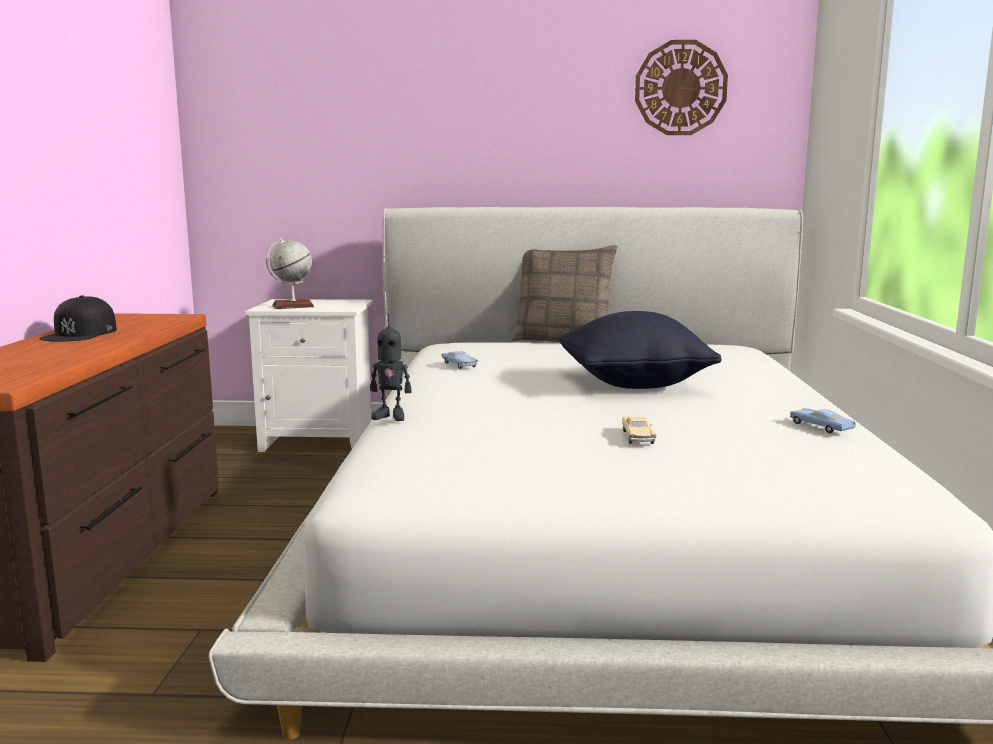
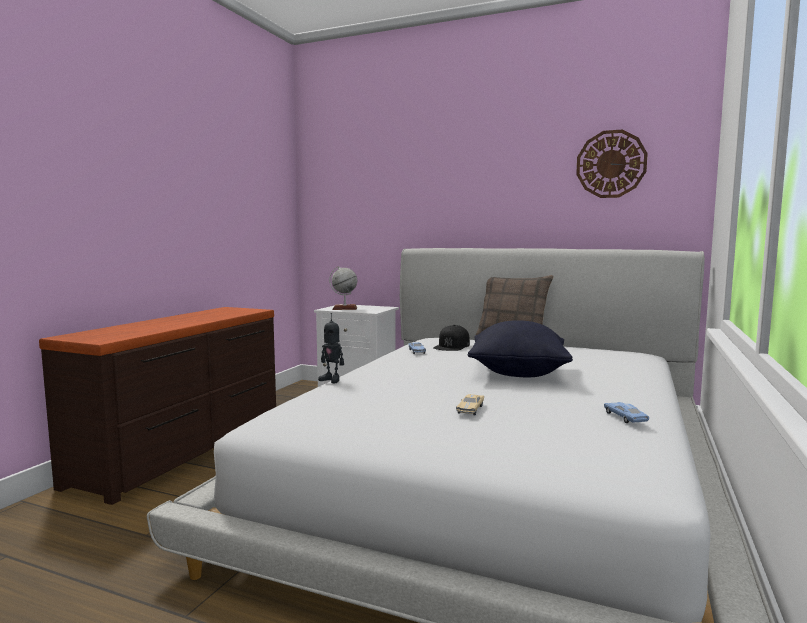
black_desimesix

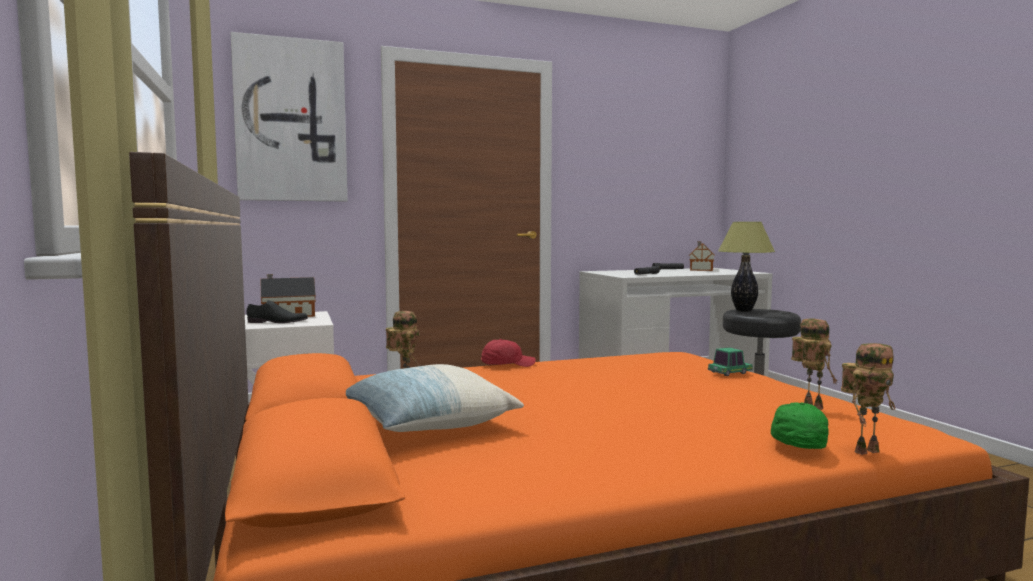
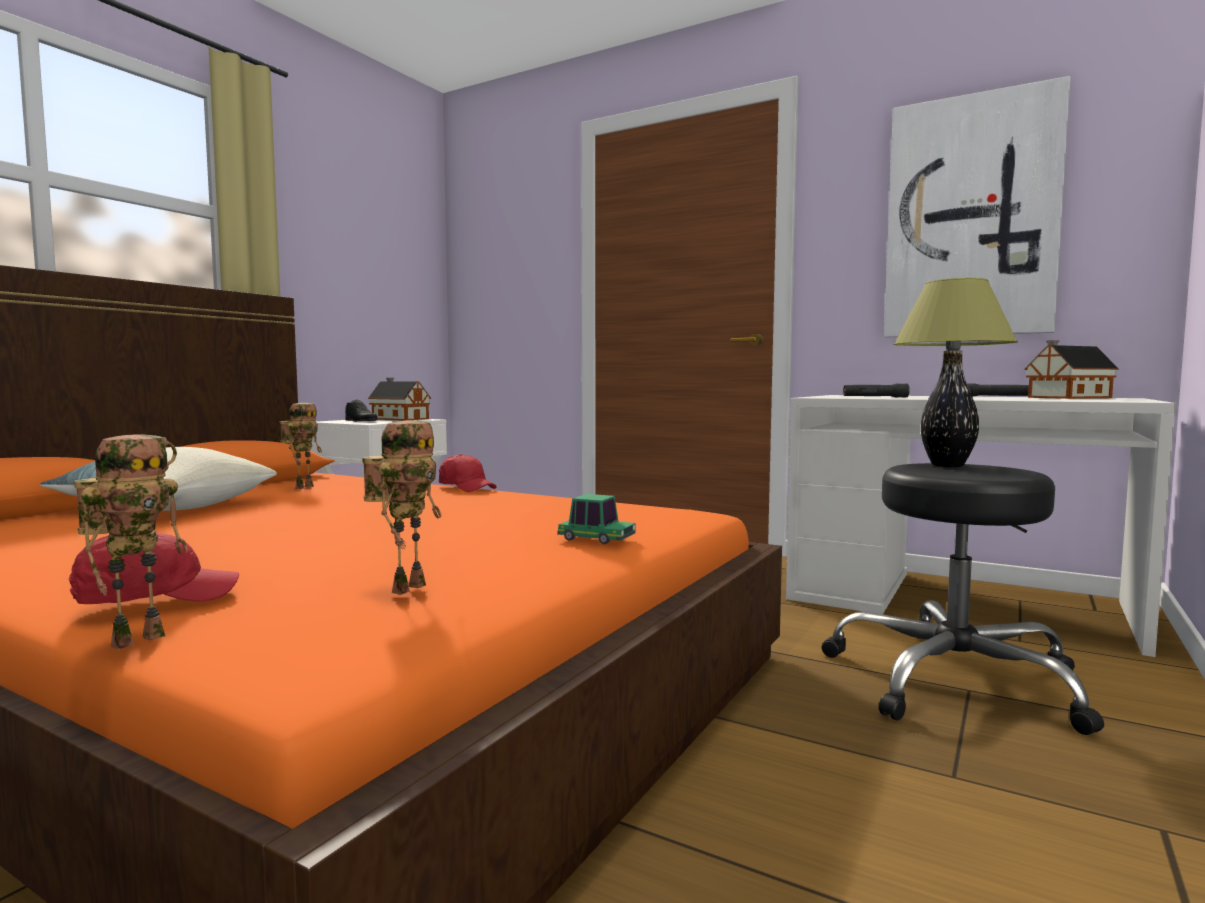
red_desimesix (no. 1 from left)
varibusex (no. 1 from left)
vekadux

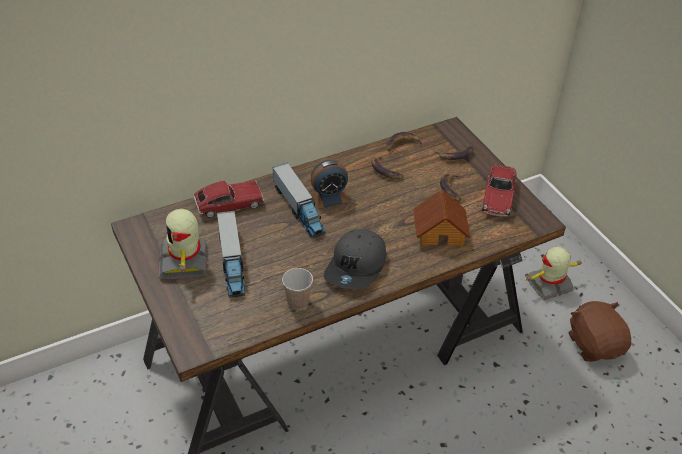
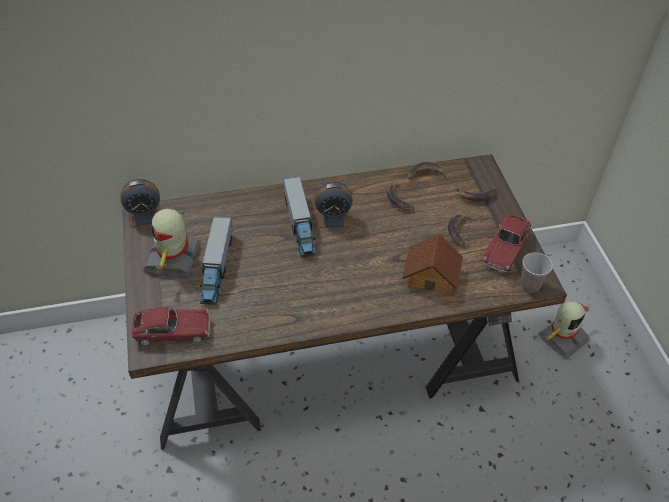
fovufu (no. 1 from left)
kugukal (no. 1 from left)
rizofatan
varibusex (no. 2 from left)
grey_desimesix
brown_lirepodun

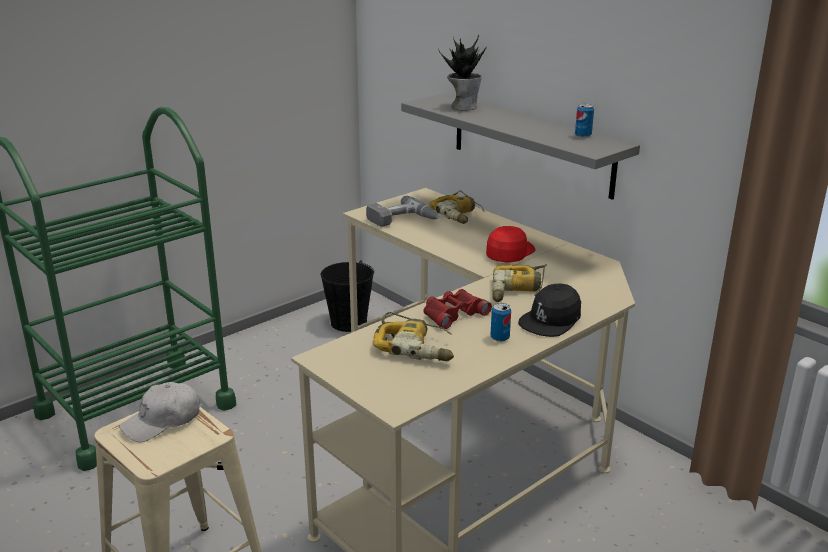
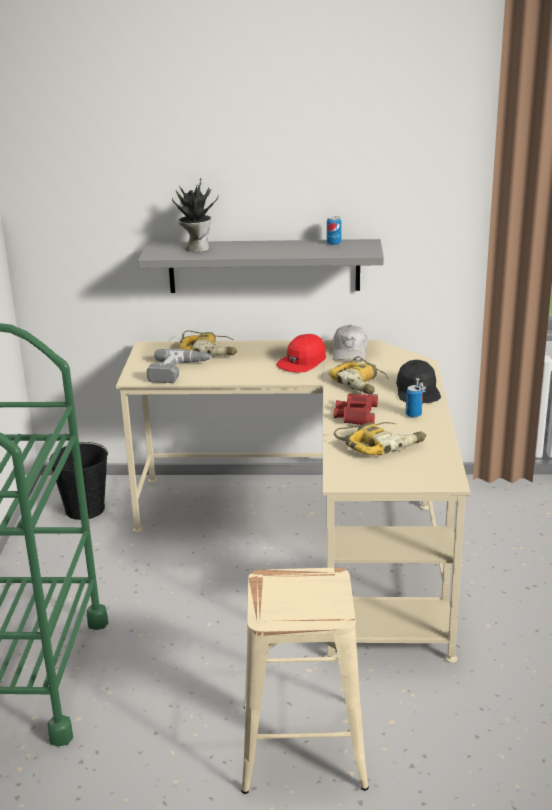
red_desimesix
white_desimesix

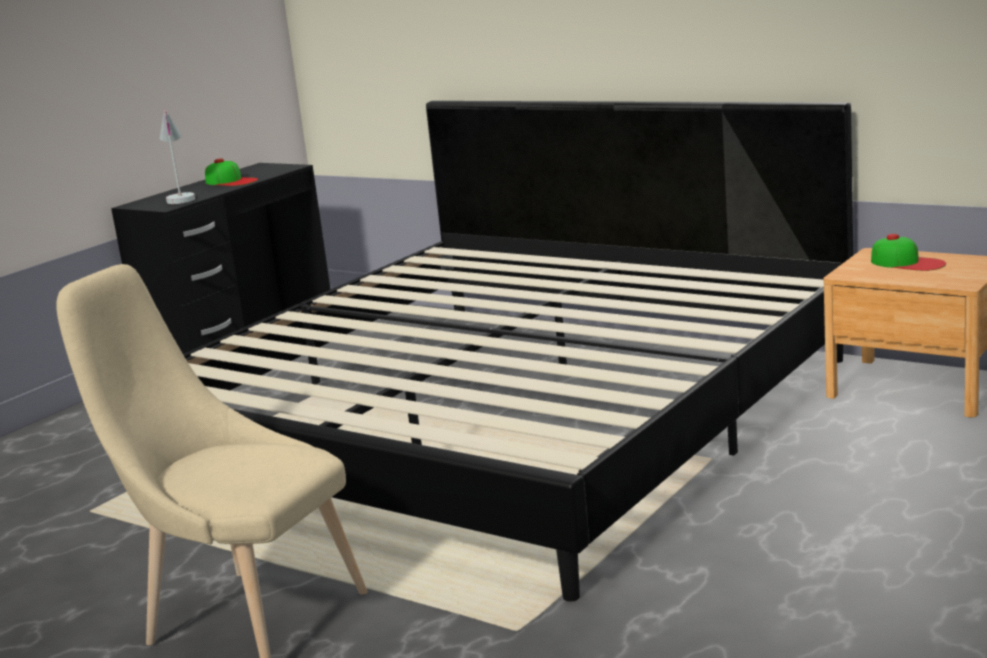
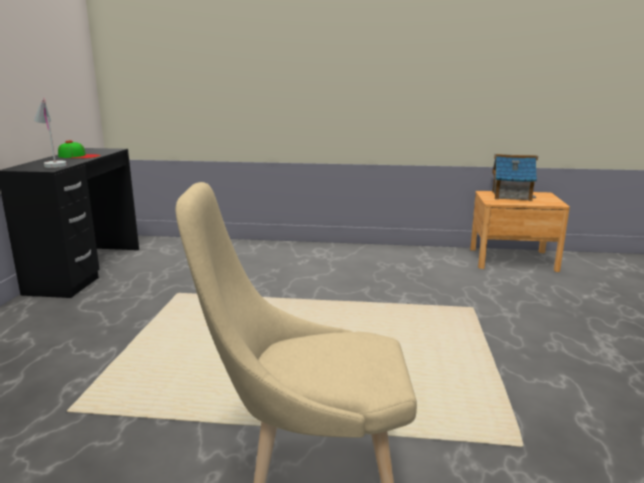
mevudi
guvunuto

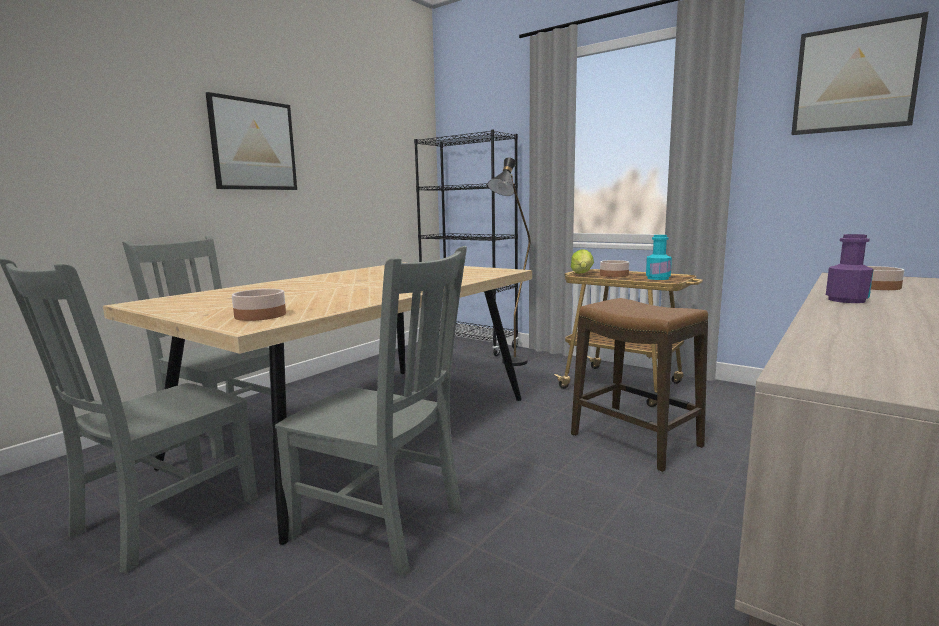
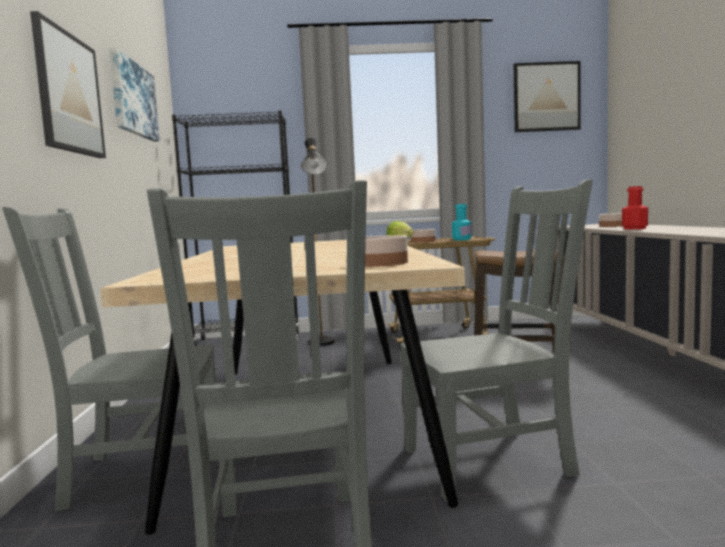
vekadux (no. 2 from left)
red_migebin

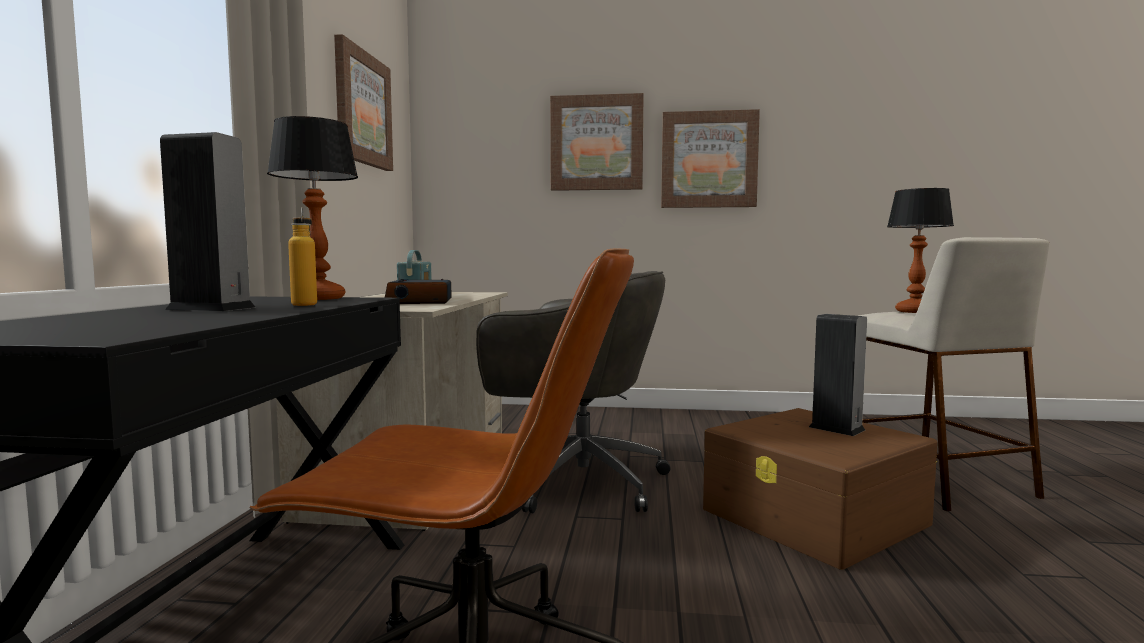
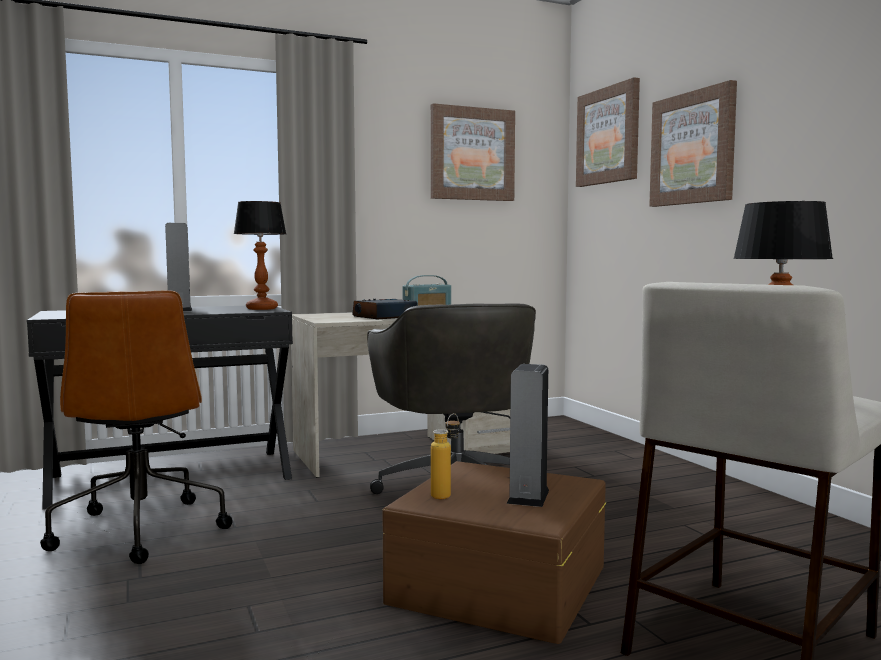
migebin
vekadux (no. 2 from left)

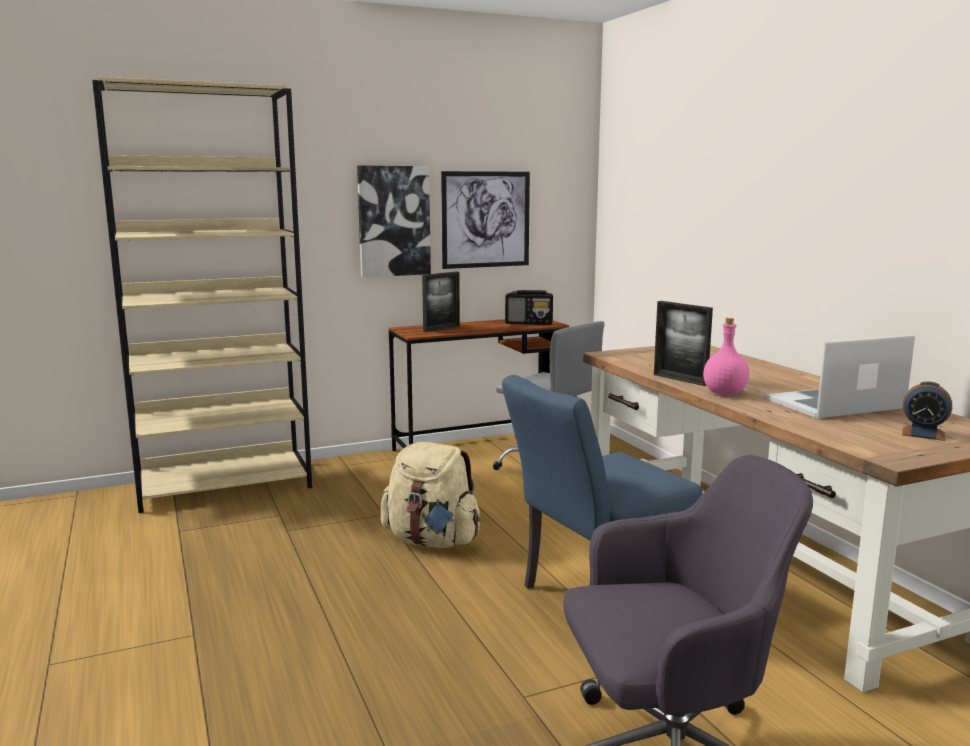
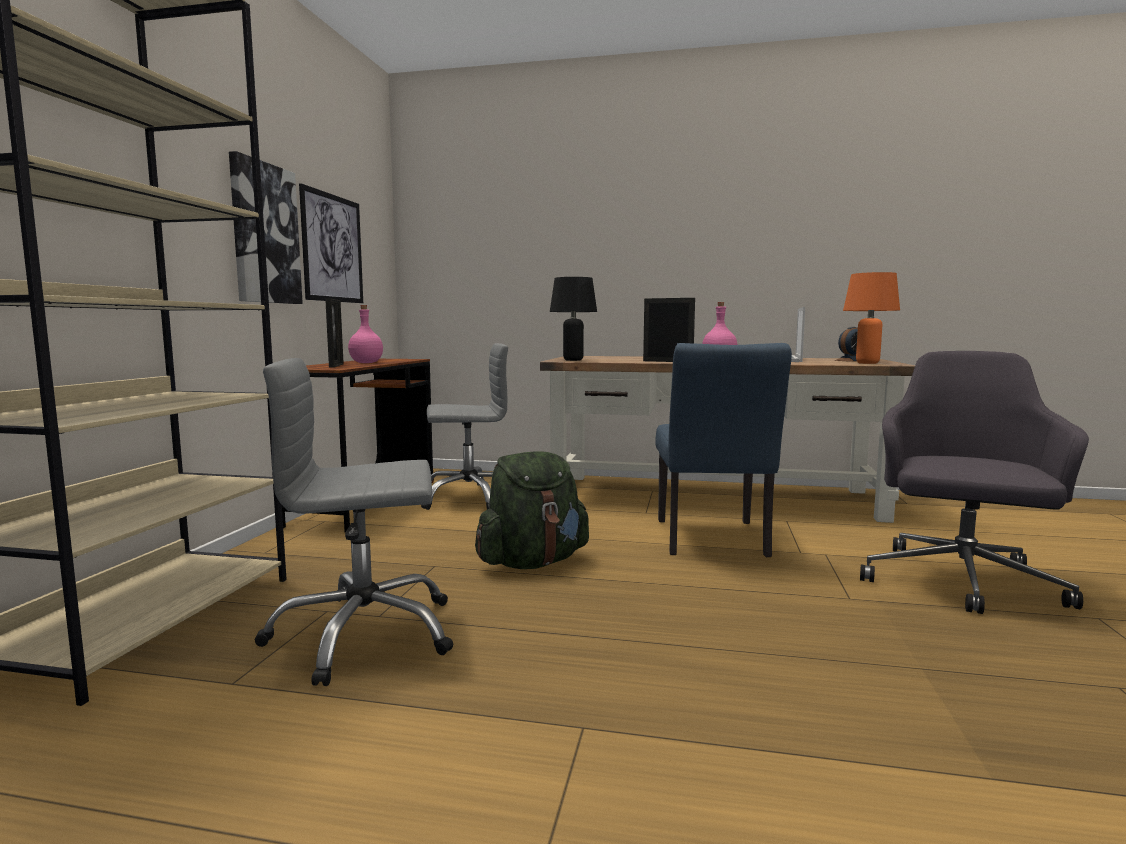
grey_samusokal (no. 1 from left)
pink_migebin (no. 1 from left)
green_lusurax
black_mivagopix
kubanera (no. 2 from left)
orange_mivagopix
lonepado

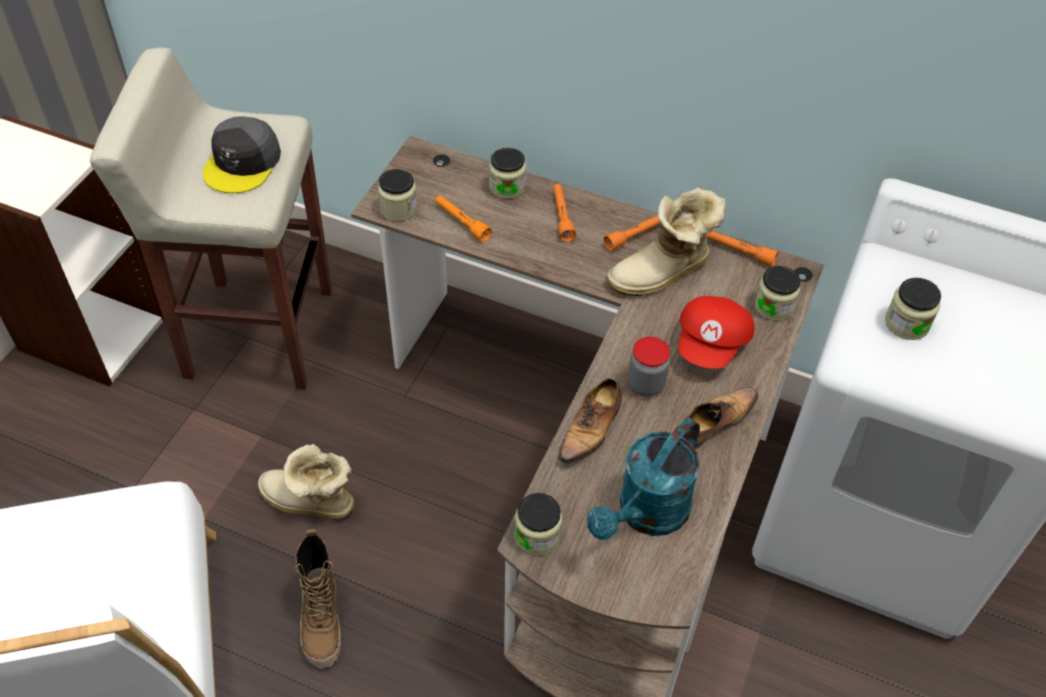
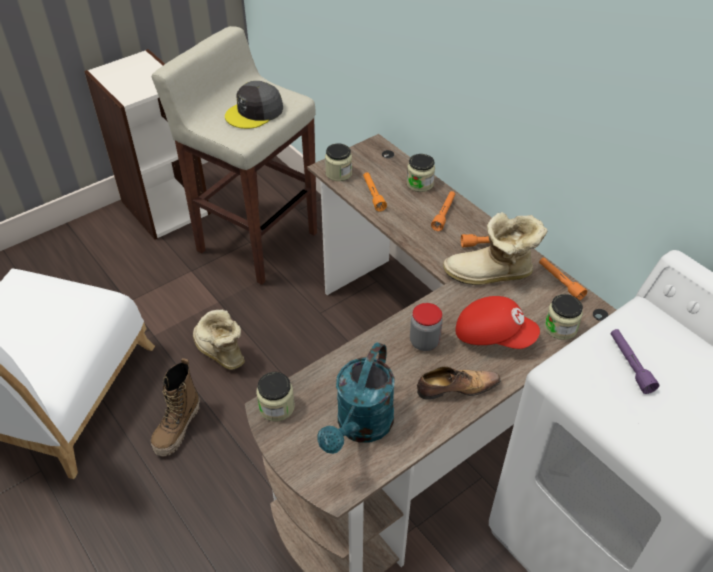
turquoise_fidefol
red_desimesix
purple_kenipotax
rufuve (no. 1 from left in the first image)

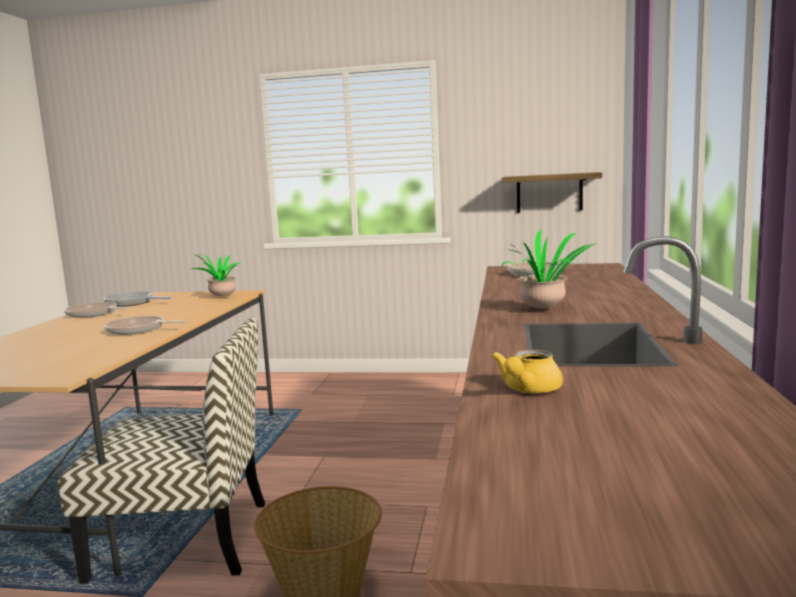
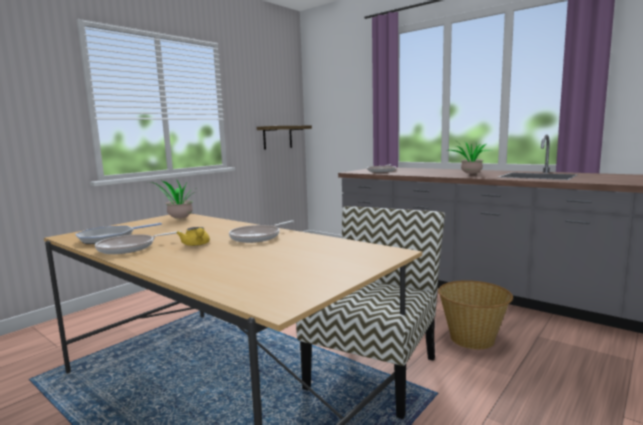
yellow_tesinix

